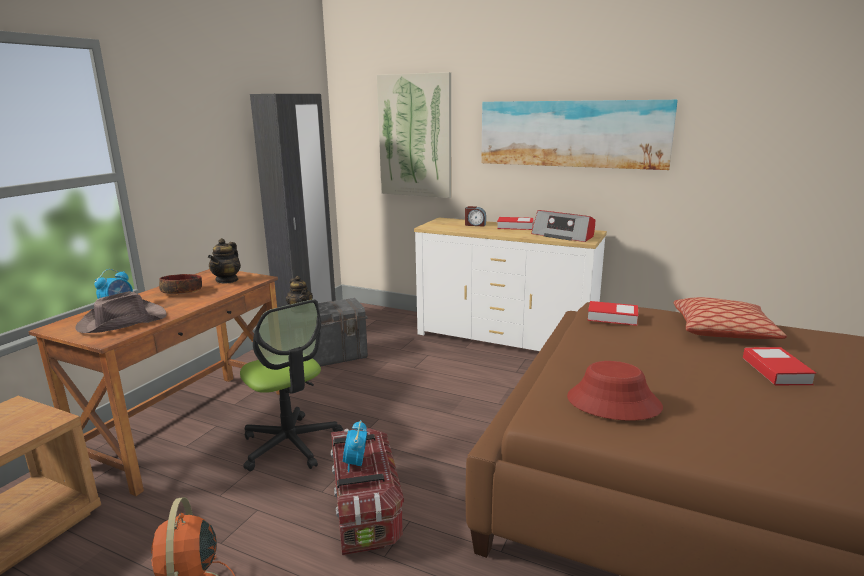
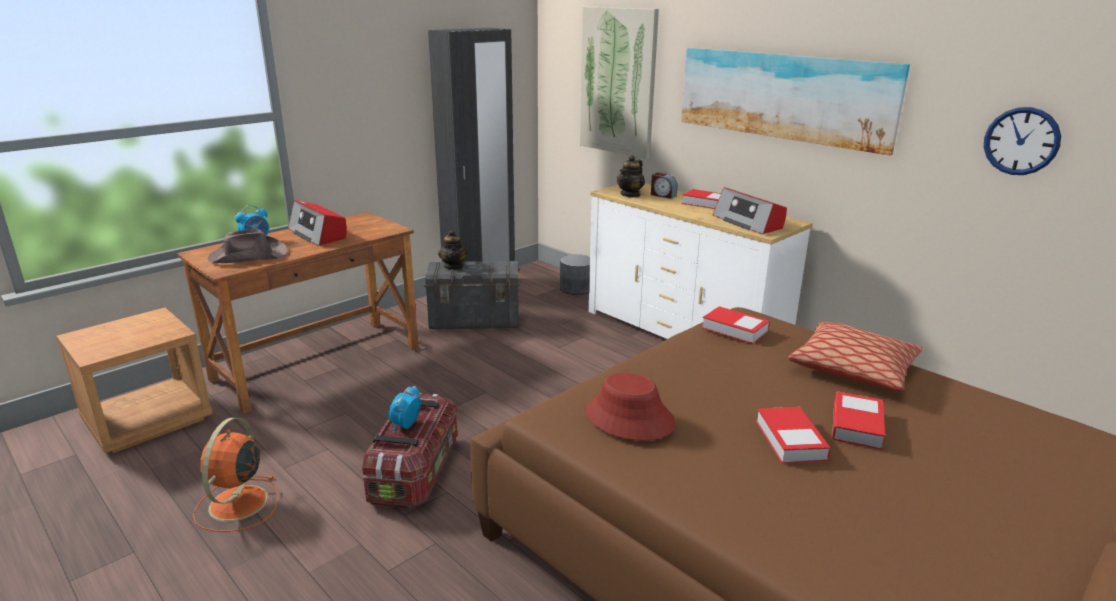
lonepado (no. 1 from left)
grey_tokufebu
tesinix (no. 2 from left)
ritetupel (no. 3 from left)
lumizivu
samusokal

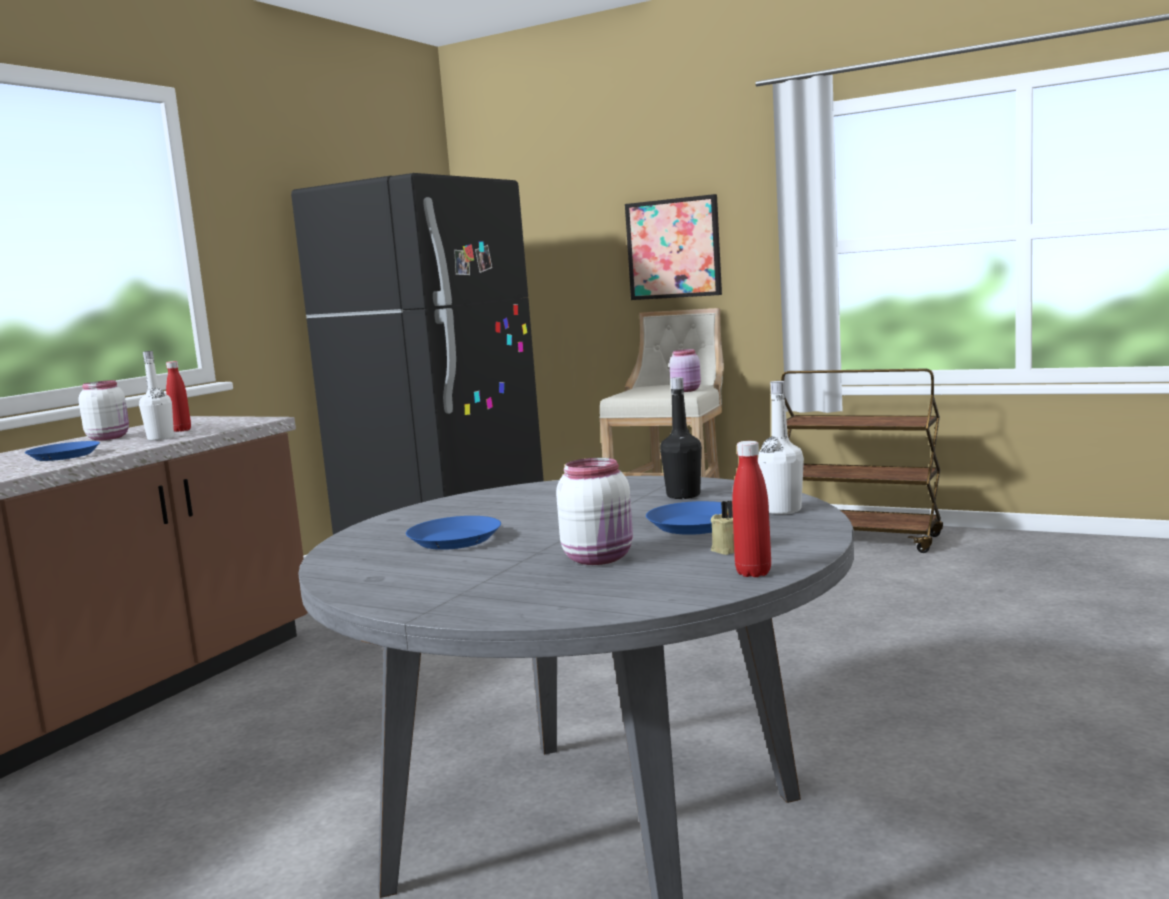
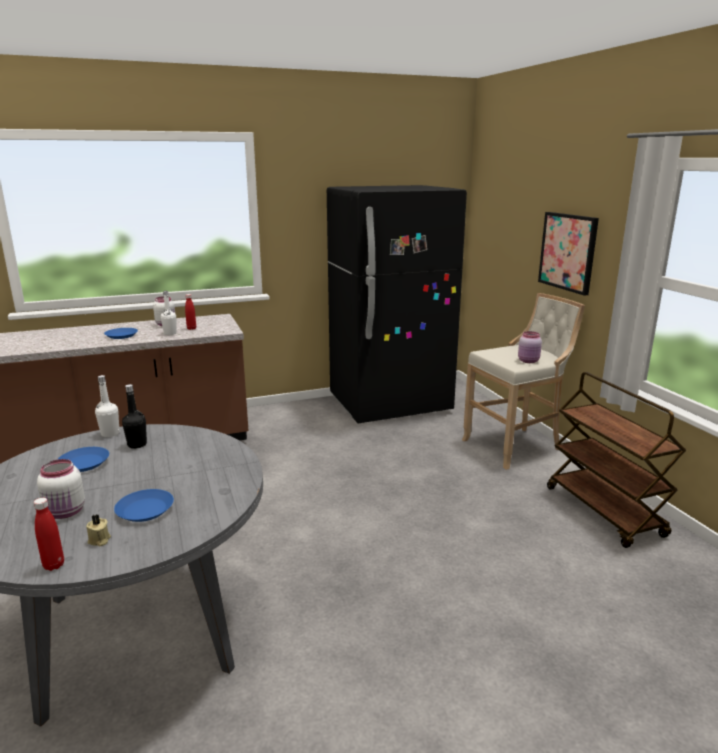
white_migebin (no. 1 from left)
black_migebin

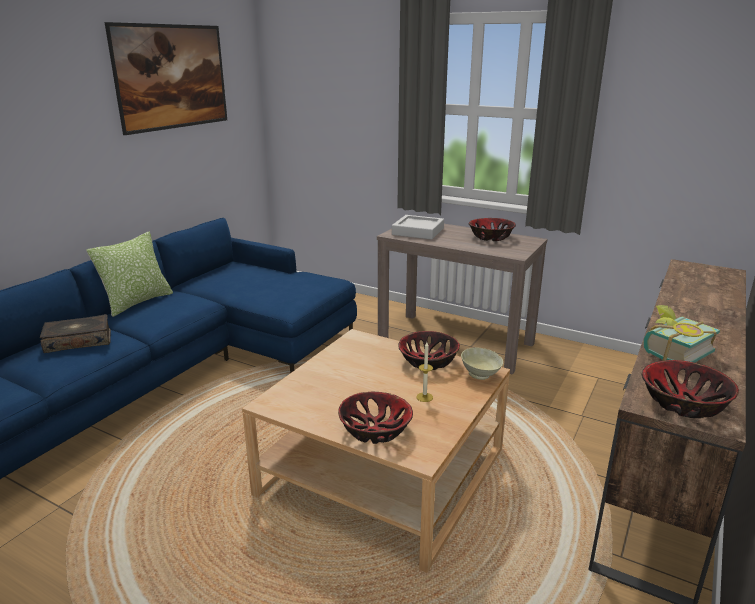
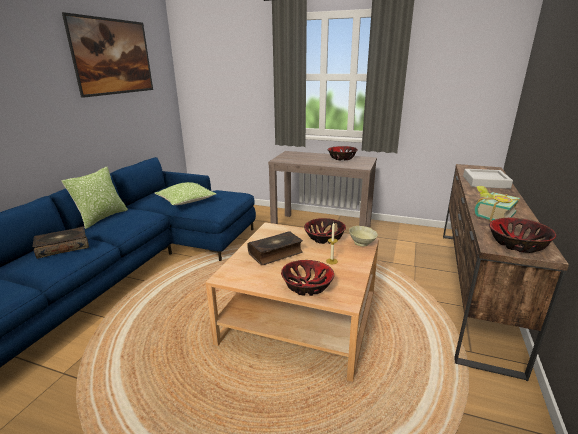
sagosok (no. 2 from left)
ritetupel (no. 2 from left)
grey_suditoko

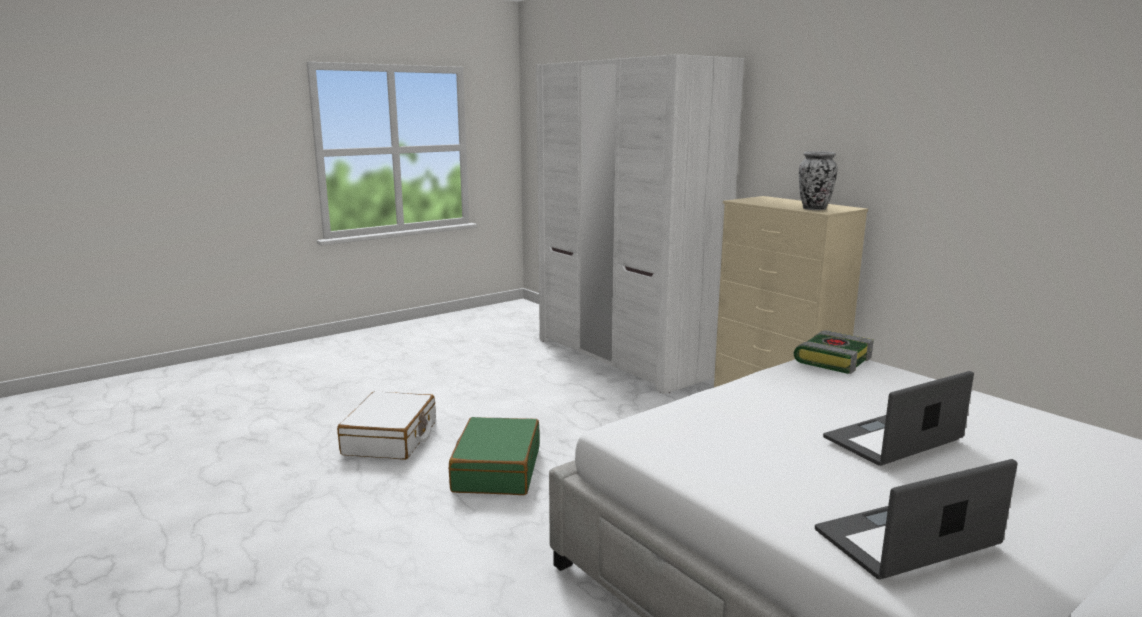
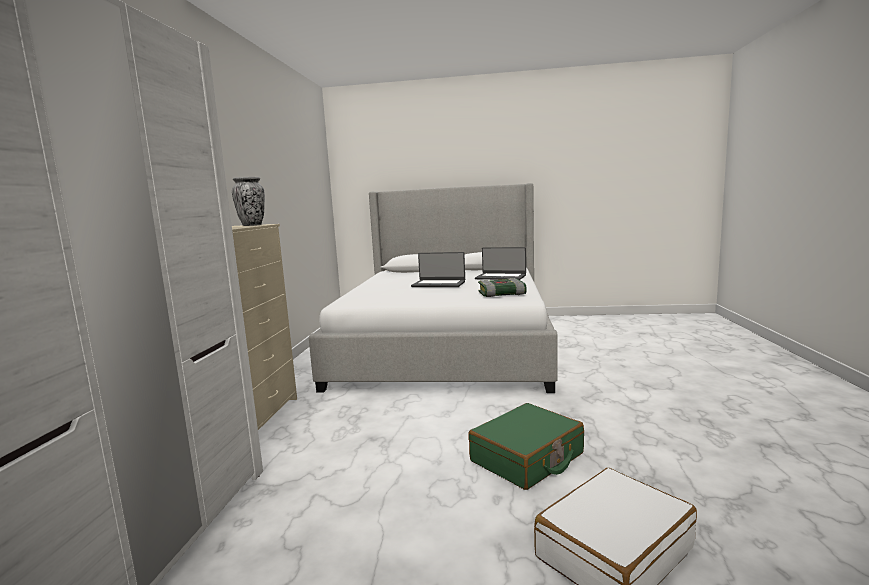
ritetupel

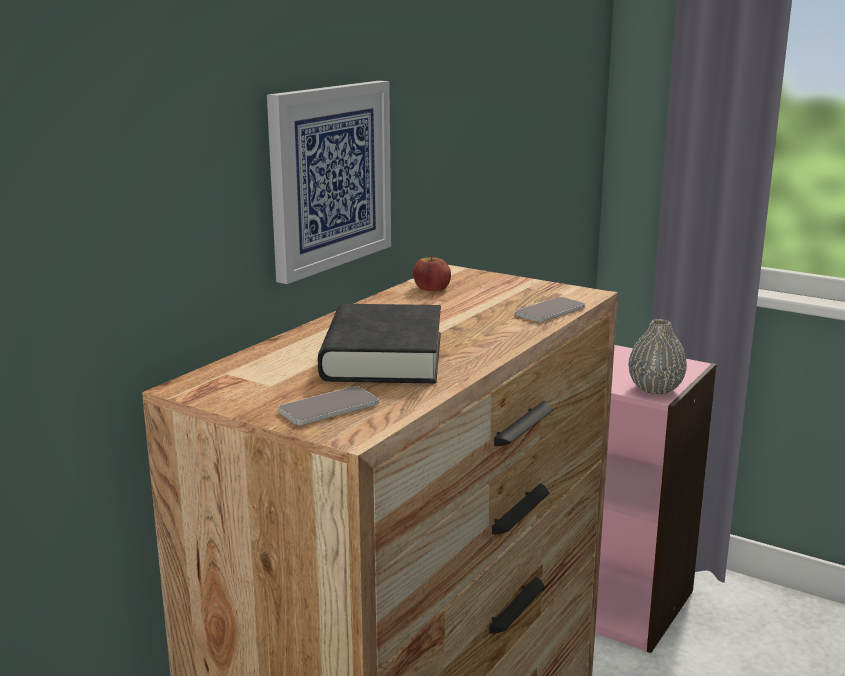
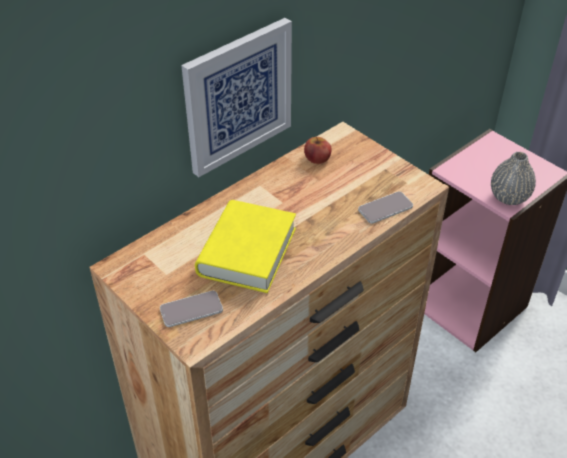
yellow_ritetupel

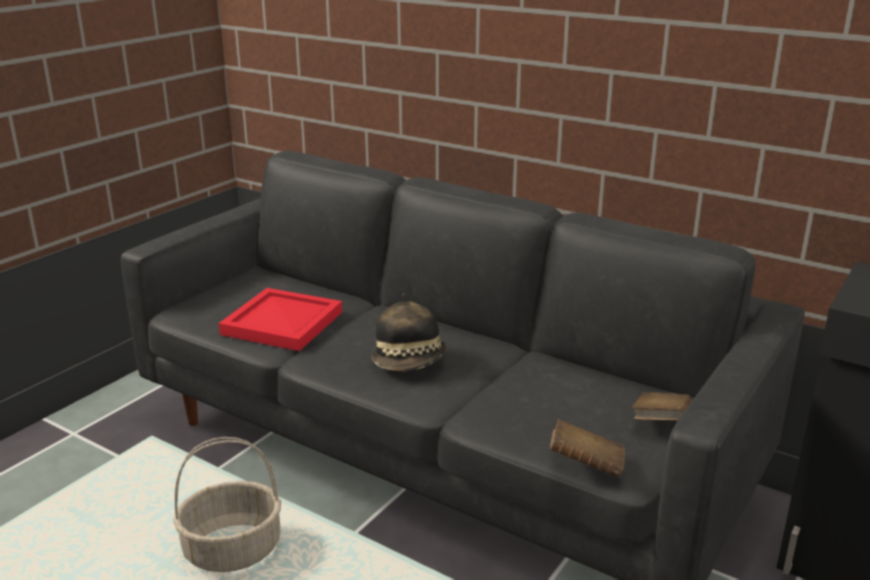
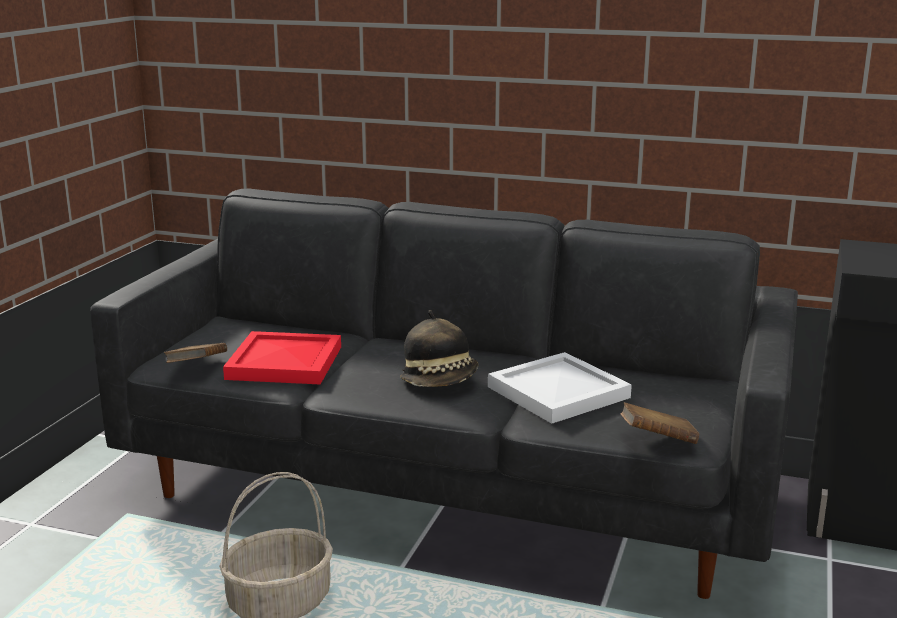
brown_ritetupel (no. 1 from left)
white_suditoko

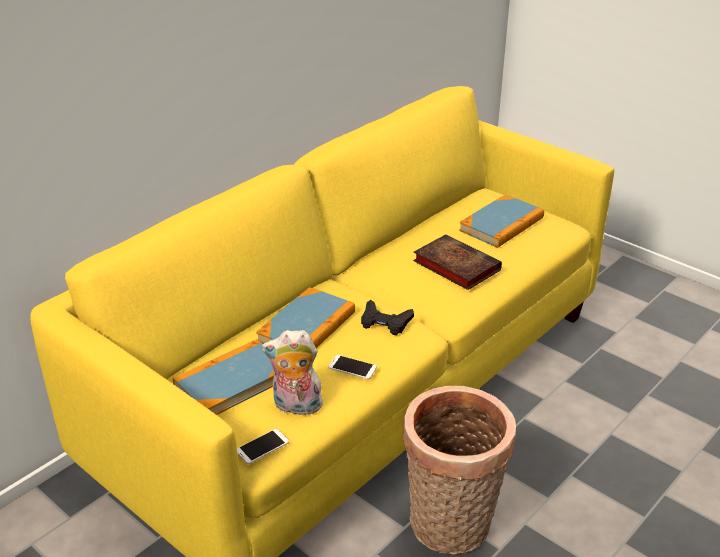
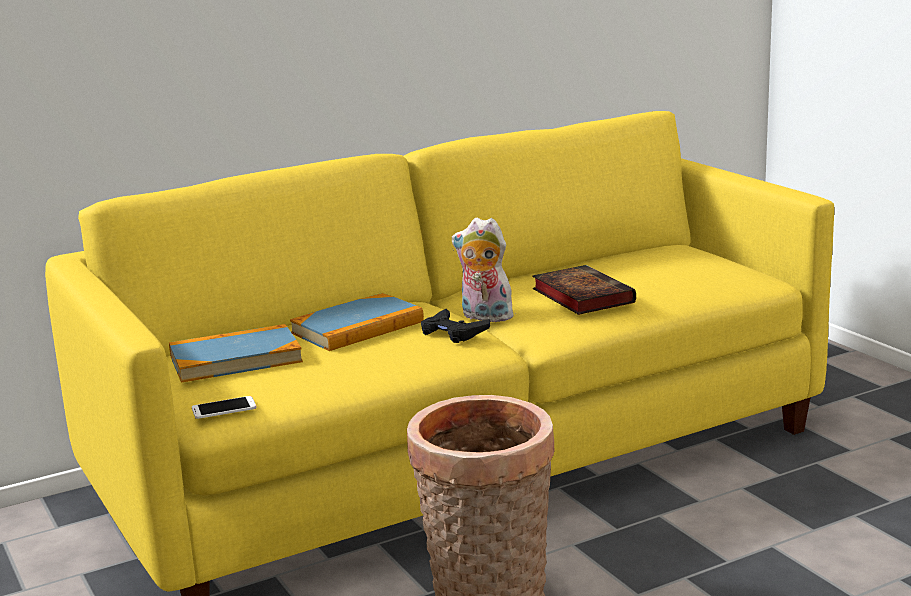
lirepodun
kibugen (no. 2 from left in the first image)
ritetupel (no. 4 from left in the first image)

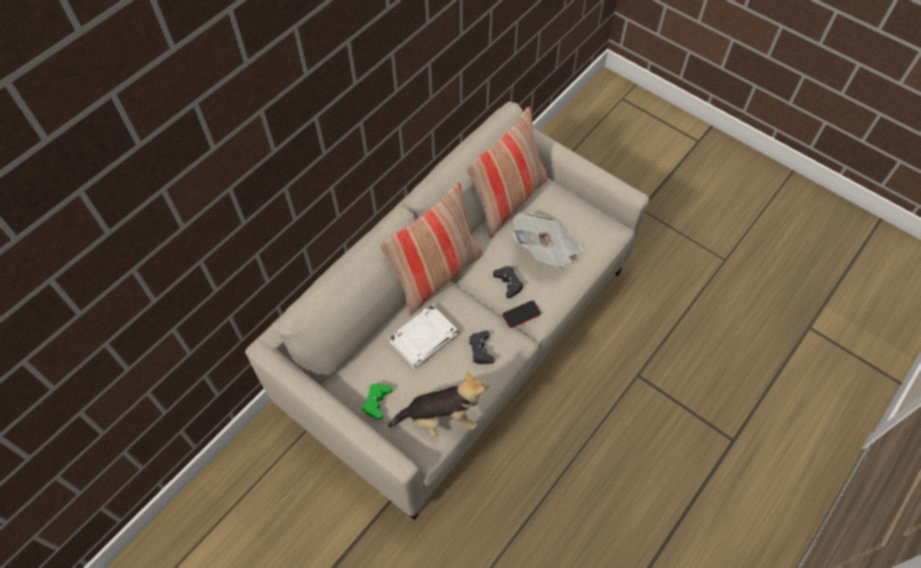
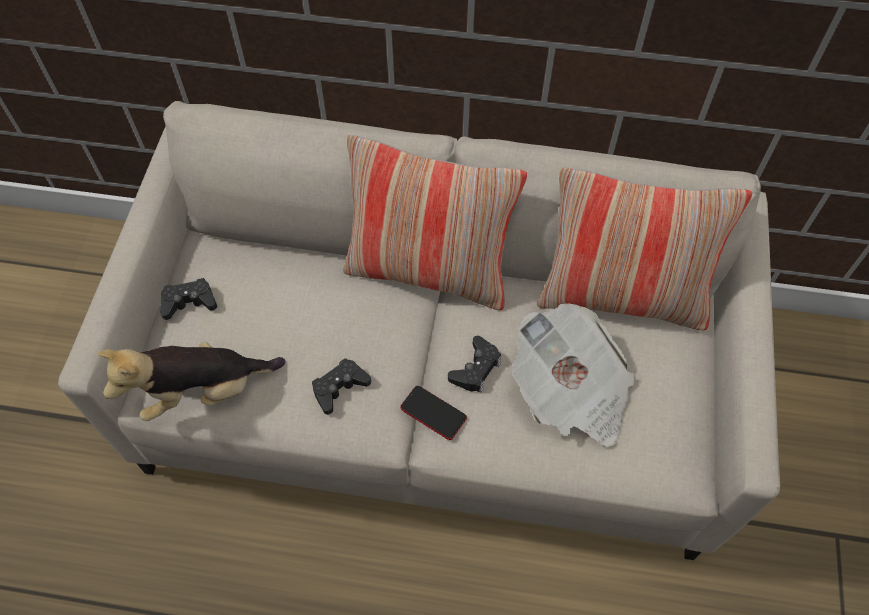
lirepodun
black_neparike (no. 1 from left)
white_ritetupel

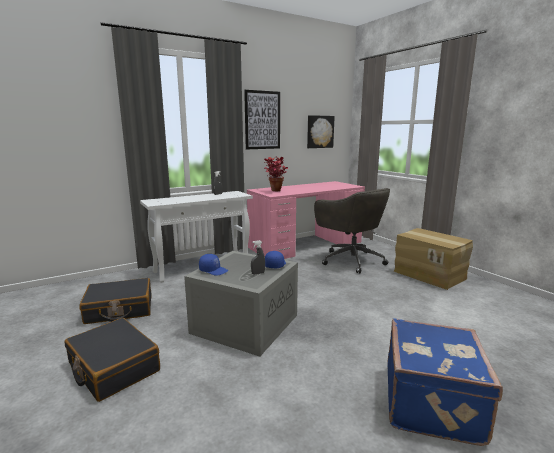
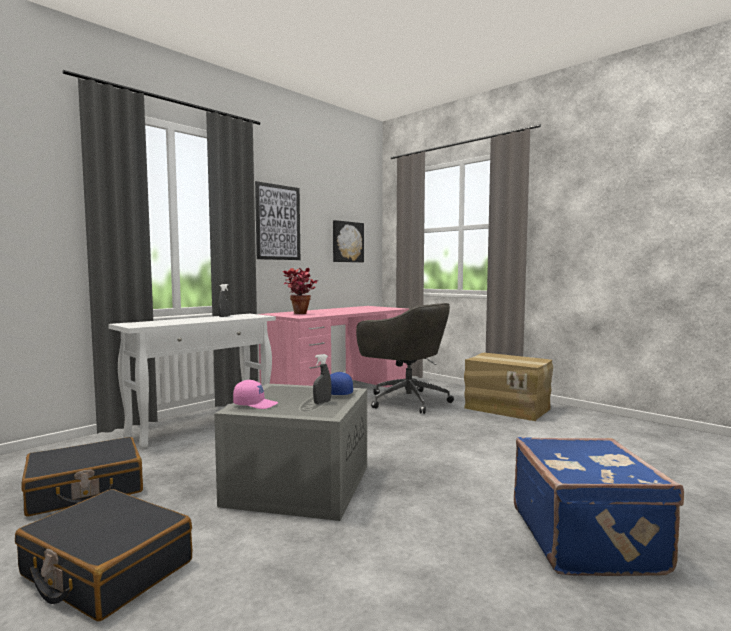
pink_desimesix

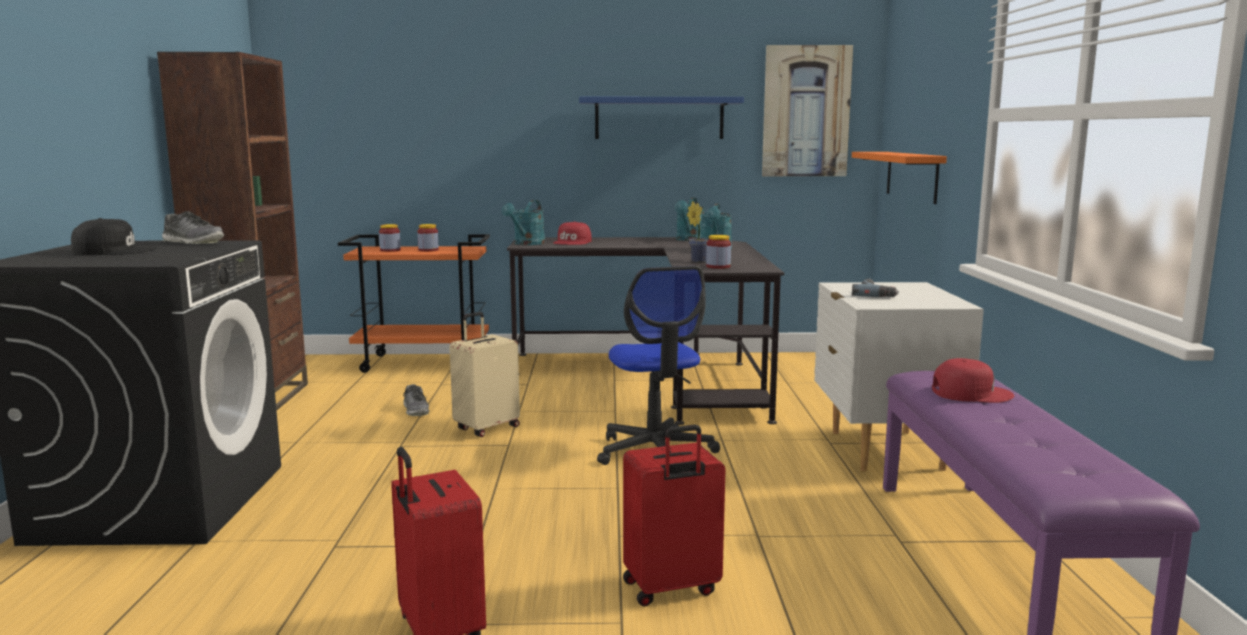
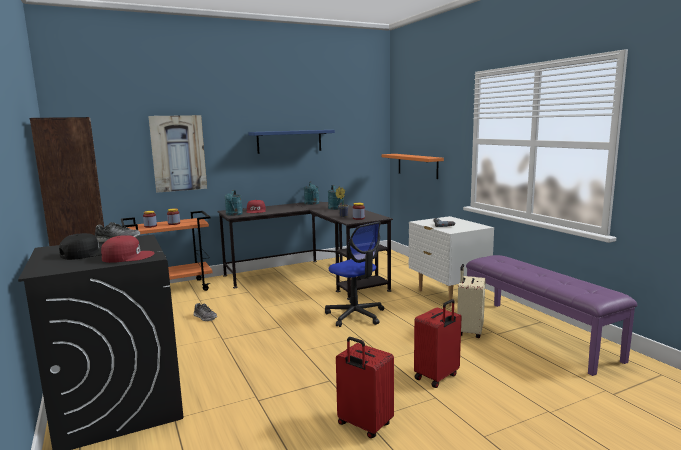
red_desimesix (no. 1 from left)
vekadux
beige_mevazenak

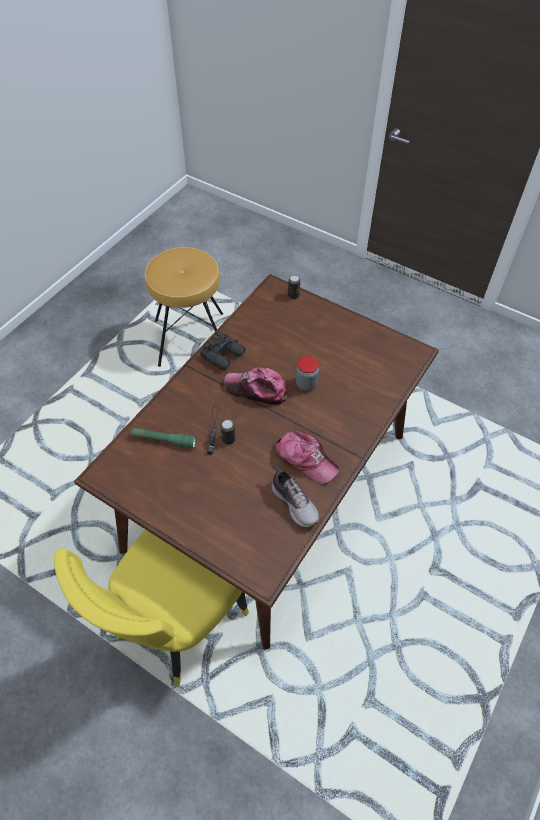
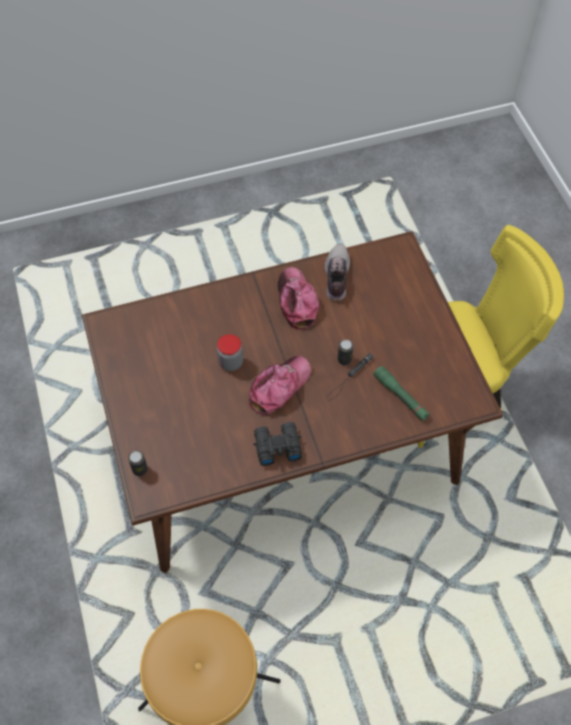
desimesix (no. 1 from left)

